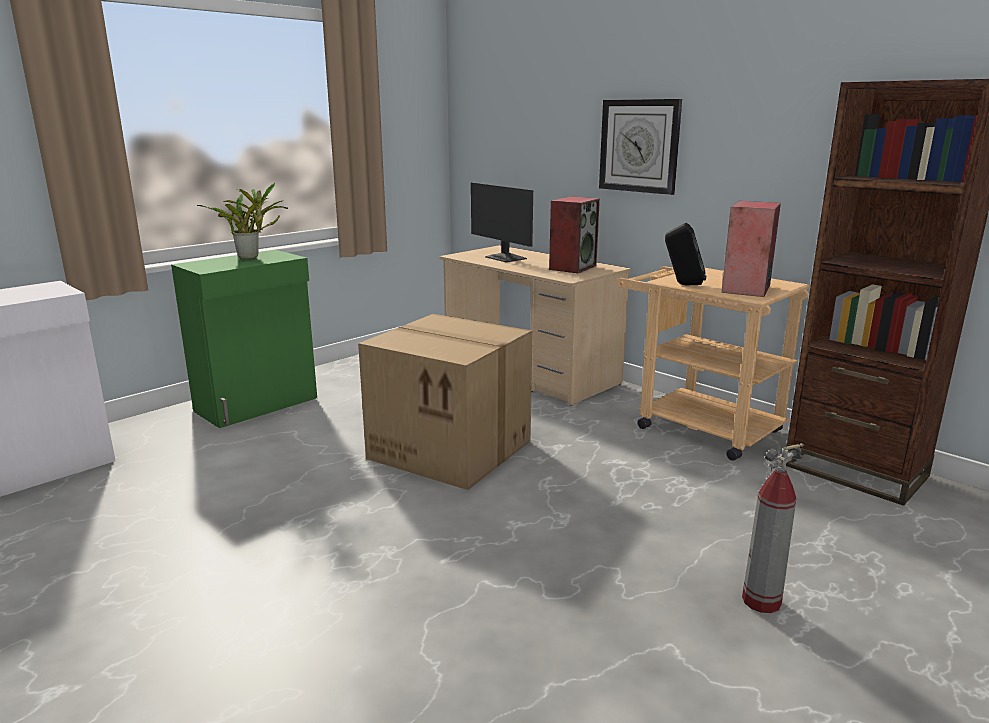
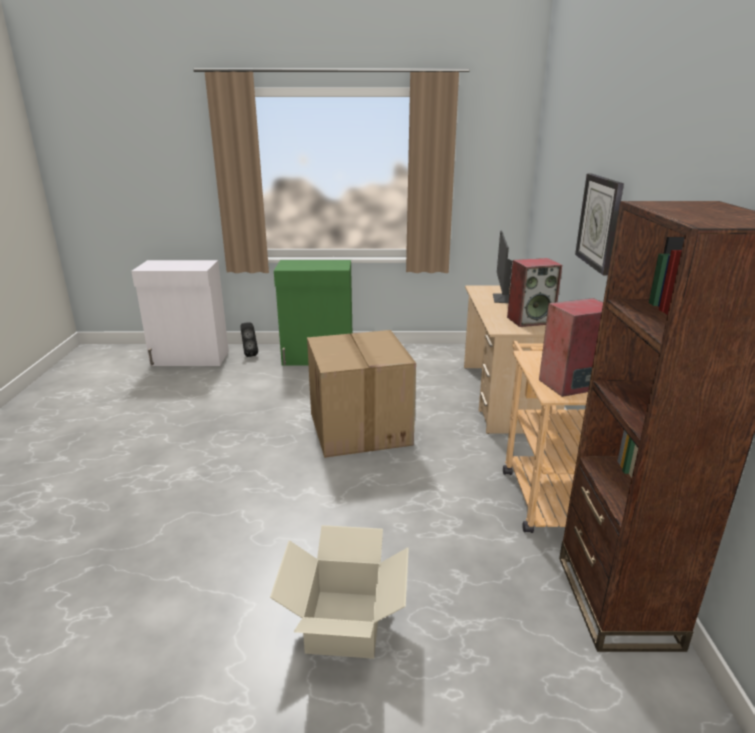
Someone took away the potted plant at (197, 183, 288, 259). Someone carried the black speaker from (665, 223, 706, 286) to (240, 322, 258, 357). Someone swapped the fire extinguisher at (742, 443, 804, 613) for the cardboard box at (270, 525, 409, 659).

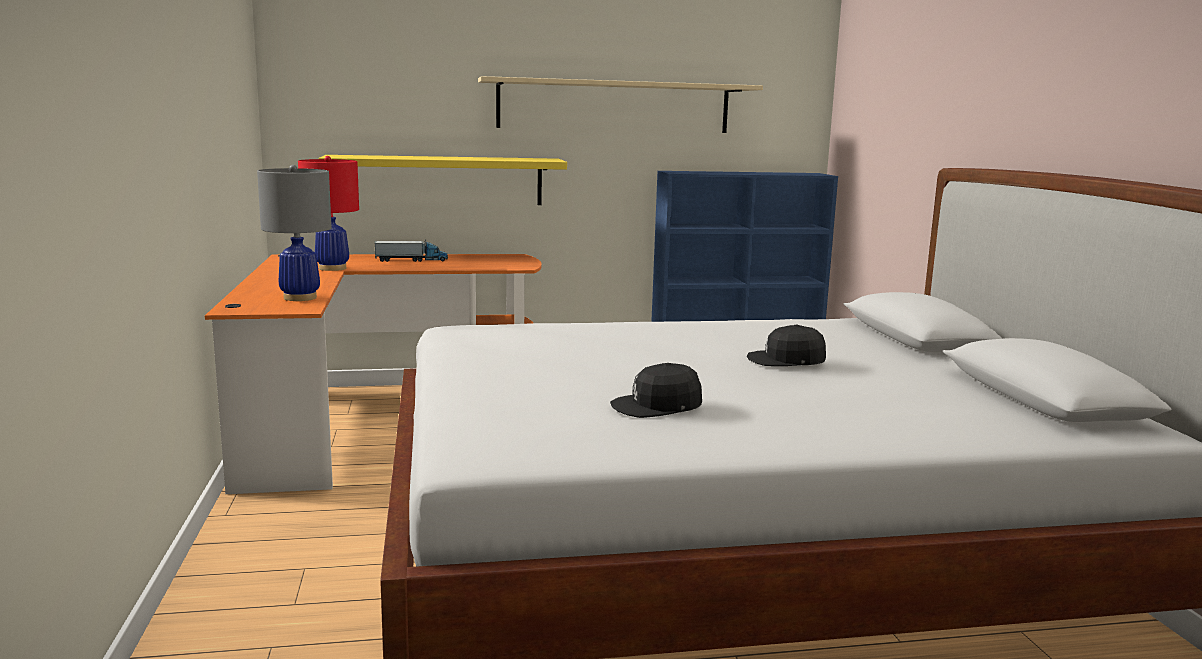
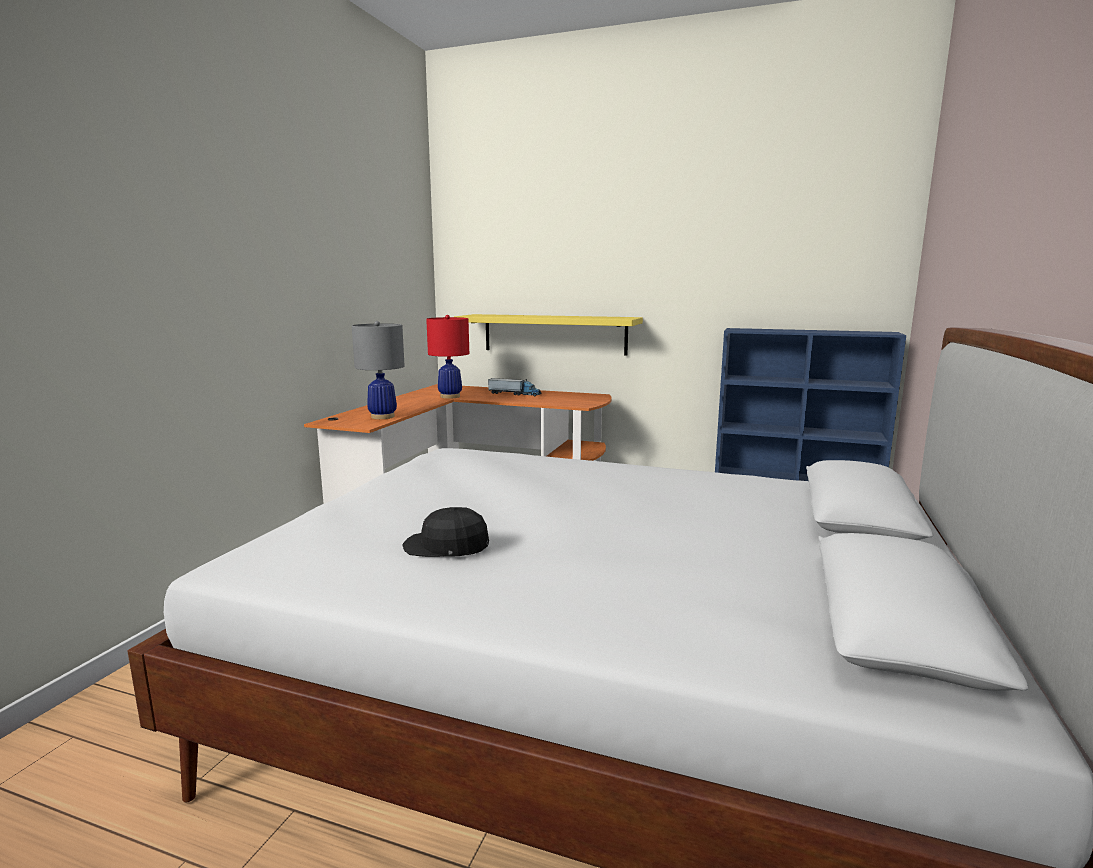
Someone took away the beige shelf at (478, 76, 763, 133). Someone took away the black cap at (747, 324, 826, 366).

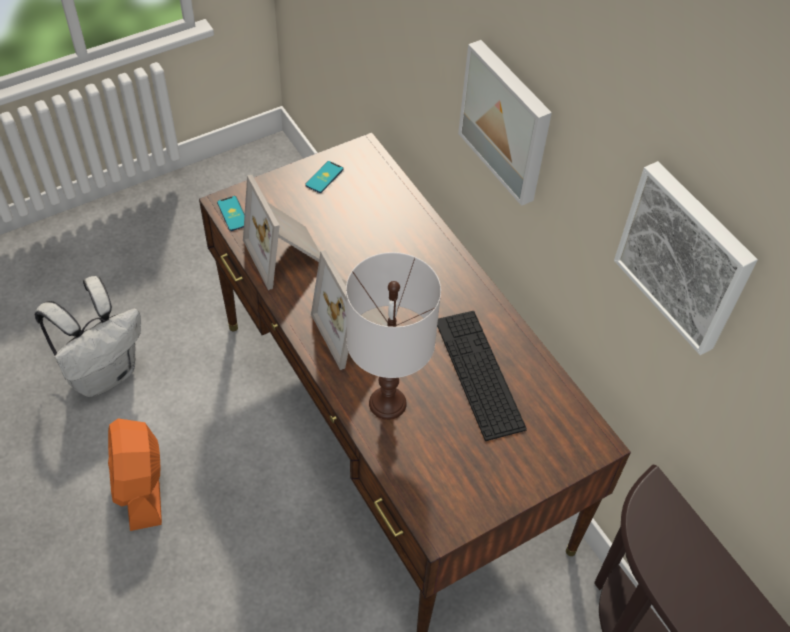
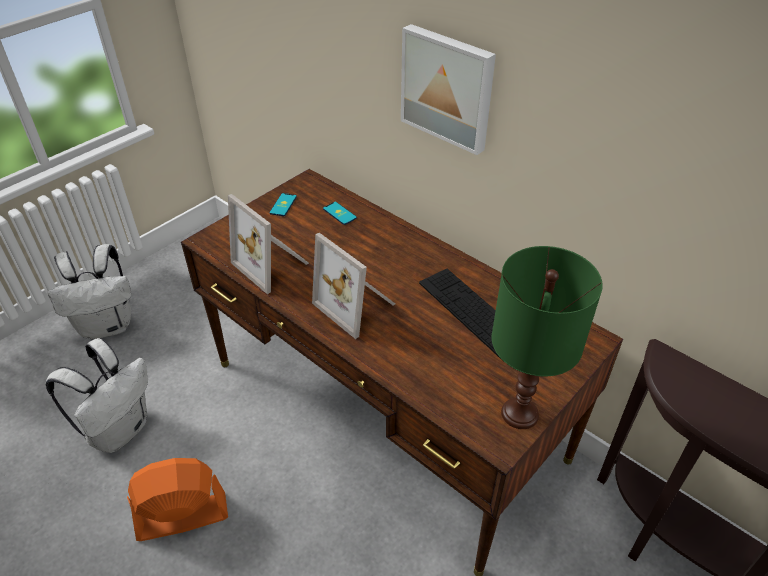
Someone rotated the orange fan at (108, 419, 162, 531) by 105 degrees clockwise. Someone carried the phone from (217, 196, 245, 231) to (323, 202, 357, 225). Someone took away the white table lamp at (346, 252, 441, 420). Someone took away the picture at (614, 161, 758, 355). Someone put down the white backpack at (48, 244, 131, 339). Someone put down the green table lamp at (491, 246, 603, 429).

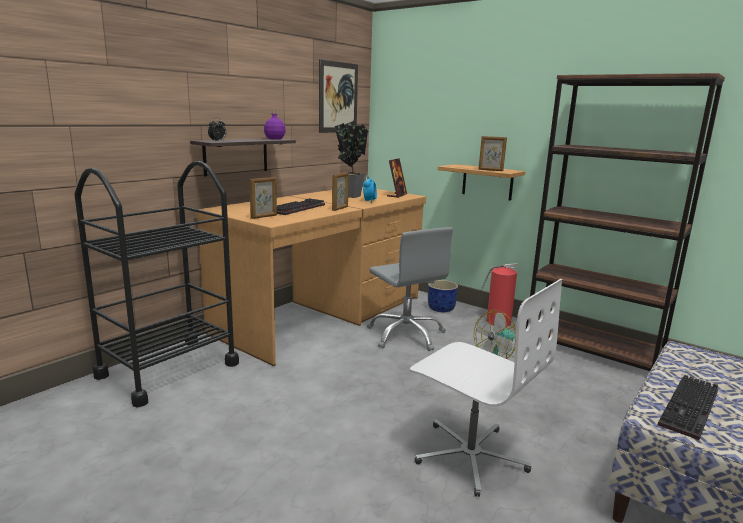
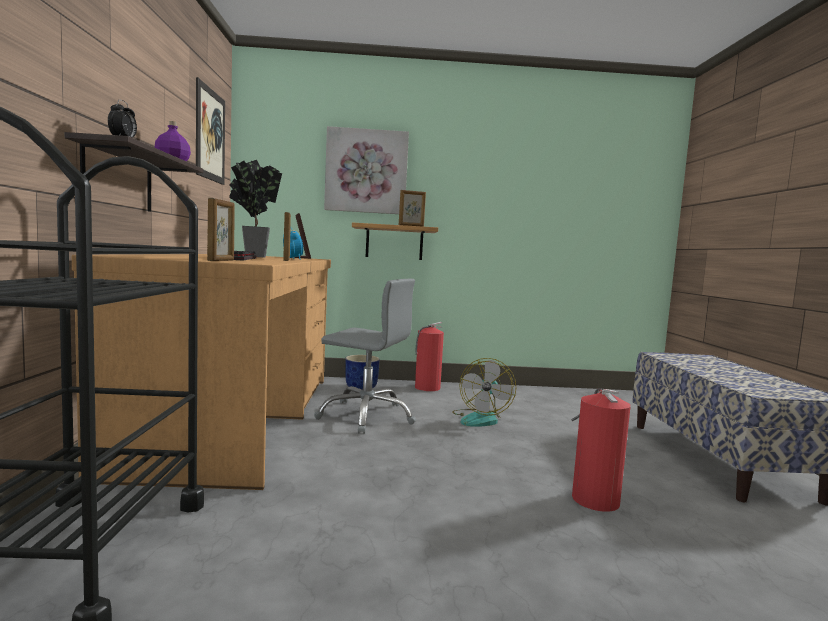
Someone swapped the white office chair at (410, 279, 562, 497) for the fire extinguisher at (571, 388, 631, 512). Someone took away the brown bookcase at (526, 73, 725, 371). Someone took away the keyboard at (658, 375, 718, 440). Someone put up the picture at (324, 126, 409, 214).

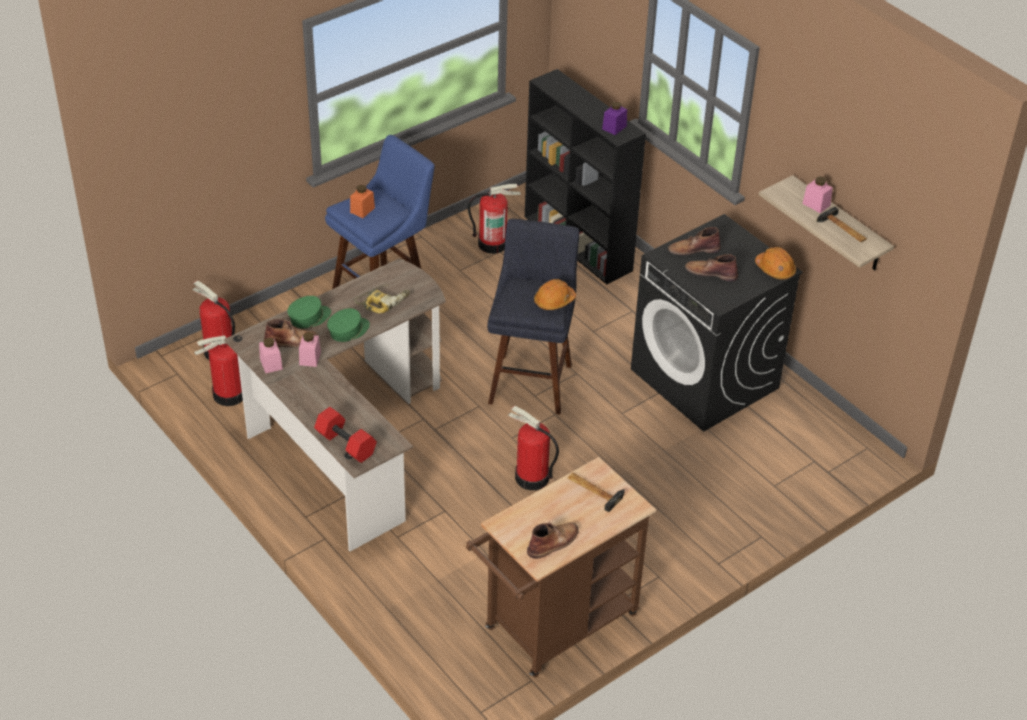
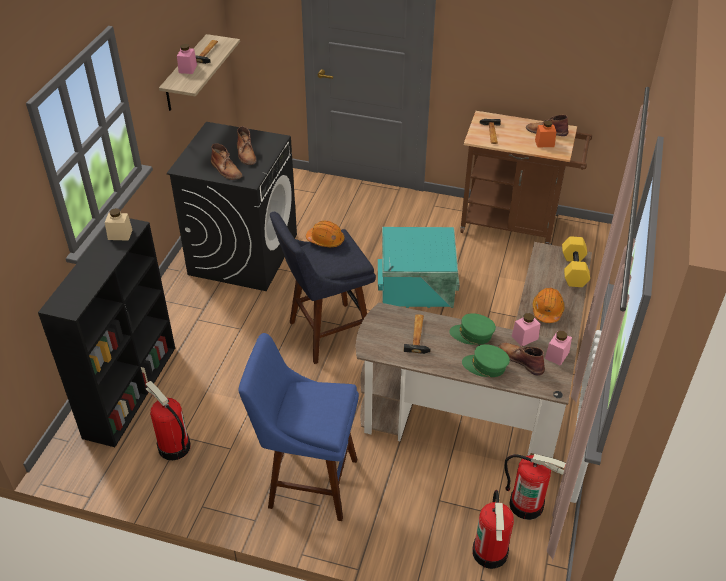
Someone repainted the red dumbbell at (314, 407, 377, 463), which became the yellow dumbbell at (562, 236, 590, 287). Someone carried the orange jar from (350, 185, 375, 218) to (535, 120, 556, 147). Someone swapped the power drill at (354, 285, 410, 313) for the hammer at (404, 314, 431, 354). Someone swapped the fire extinguisher at (508, 406, 559, 490) for the turquoise storage box at (378, 227, 459, 308). Someone repainted the purple jar at (602, 101, 627, 135), which became the beige jar at (105, 208, 132, 241). Someone carried the orange hard hat from (755, 247, 796, 280) to (532, 288, 565, 323).

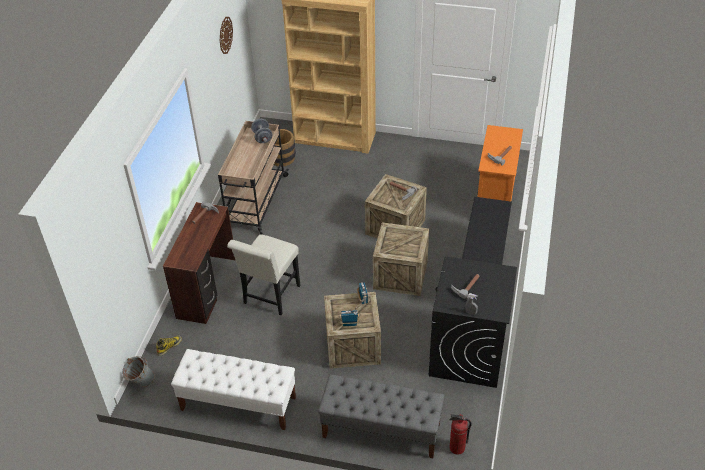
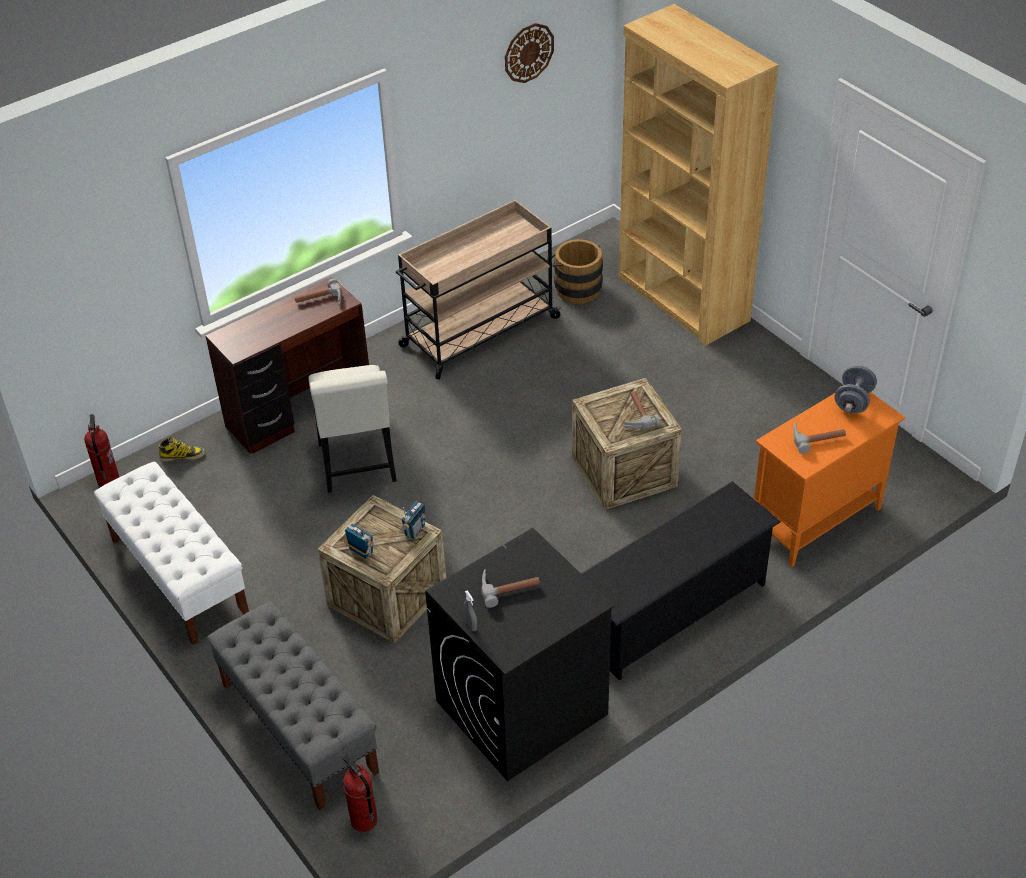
Someone swapped the grey bucket at (122, 356, 155, 387) for the fire extinguisher at (84, 414, 119, 487). Someone rotated the white chair at (227, 234, 300, 315) by 75 degrees counterclockwise. Someone carried the grey dumbbell from (251, 119, 272, 143) to (834, 365, 877, 414). Someone took away the crate at (373, 222, 429, 296).

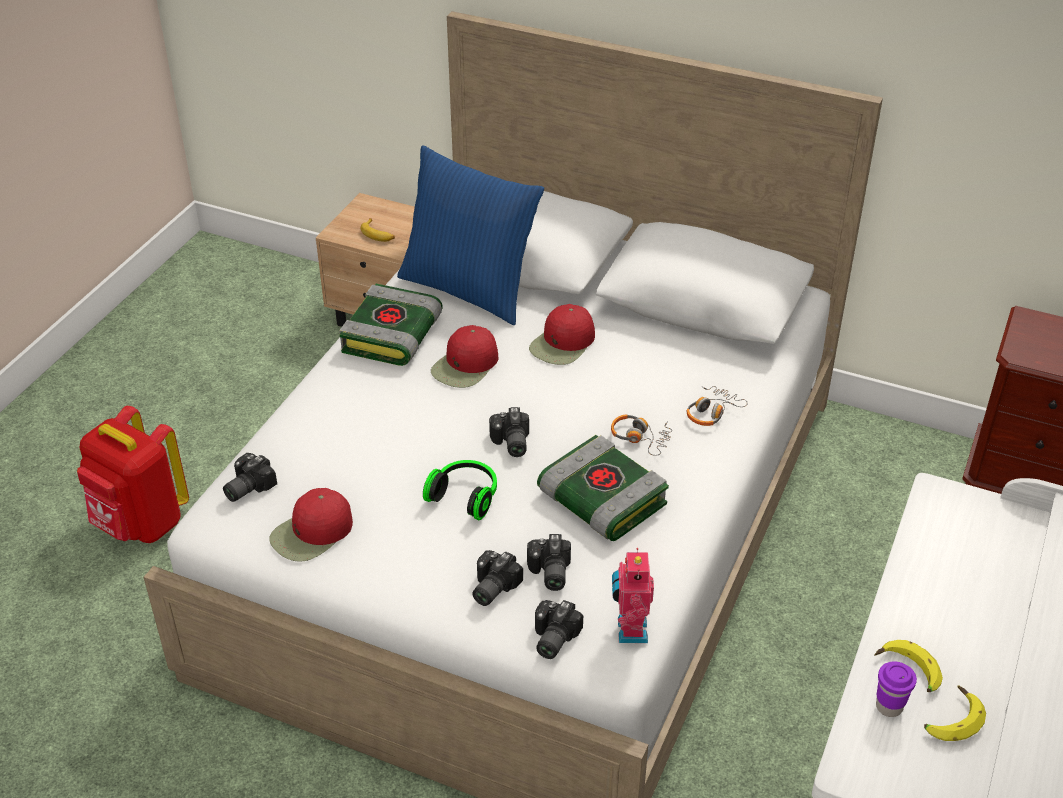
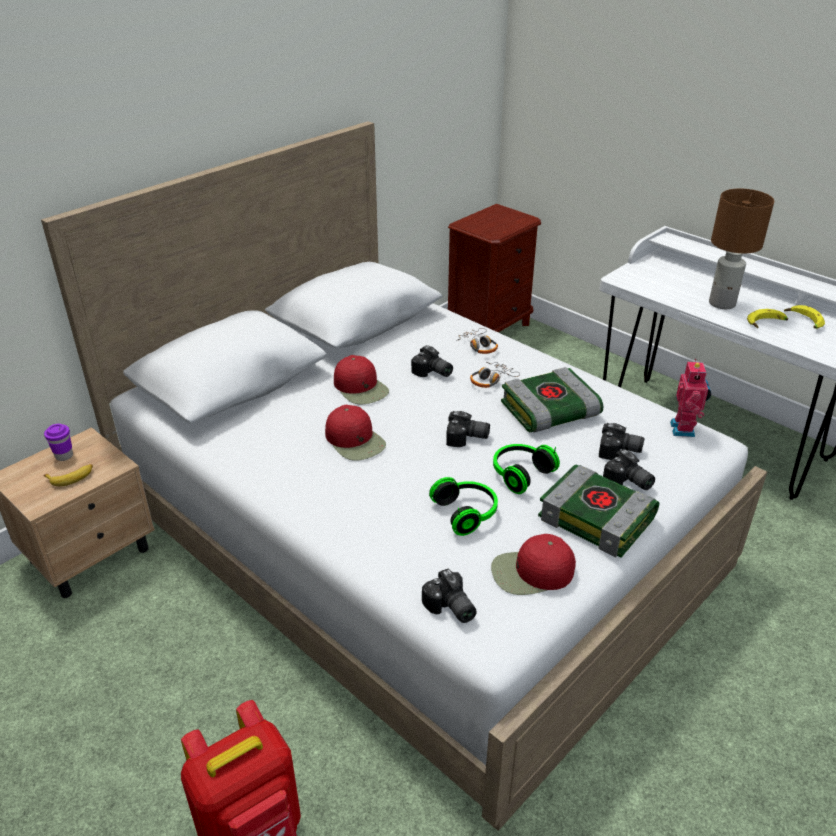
Someone rotated the red cap at (269, 488, 353, 562) by 105 degrees clockwise. Someone carried the book from (339, 284, 443, 366) to (538, 464, 659, 558). Someone took away the blue pillow at (397, 145, 544, 325). Someone carried the photo camera from (535, 600, 583, 659) to (411, 345, 453, 377). Someone rotated the toy robot at (612, 548, 654, 643) by 105 degrees counterclockwise. Someone carried the purple cup from (876, 662, 917, 717) to (44, 424, 73, 461). Someone put down the headphones at (429, 477, 498, 536). Someone put down the brown table lamp at (709, 189, 774, 309).

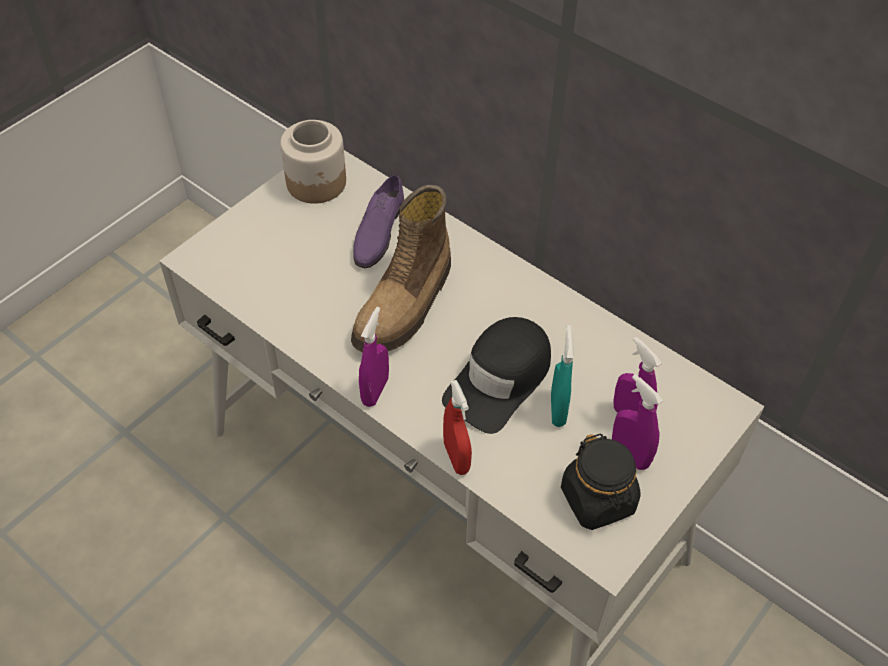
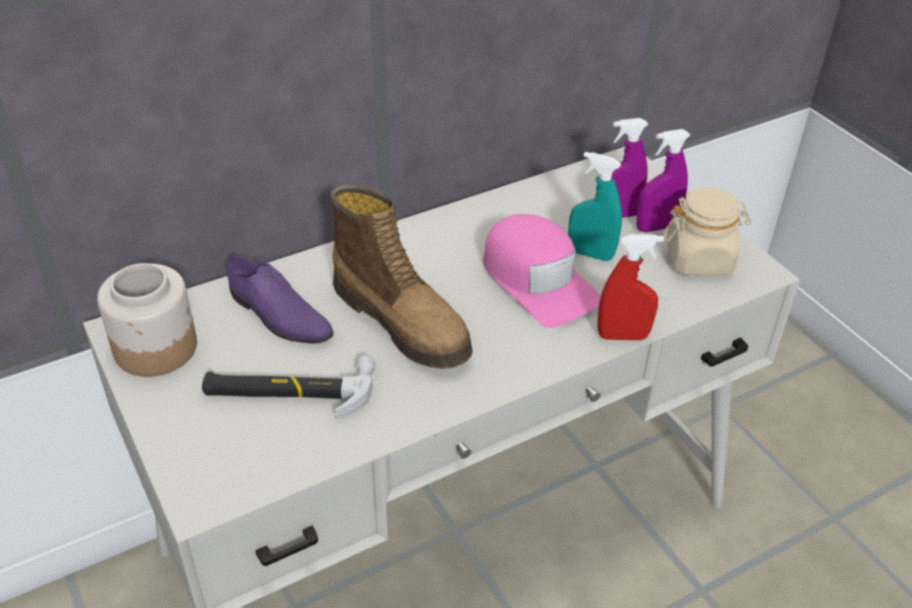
Someone took away the purple spray bottle at (359, 307, 389, 407). Someone repainted the black cap at (442, 317, 551, 434), which became the pink cap at (483, 214, 601, 328). Someone repainted the black jar at (561, 433, 641, 530), which became the beige jar at (663, 187, 752, 276). Someone put down the hammer at (202, 355, 375, 419).

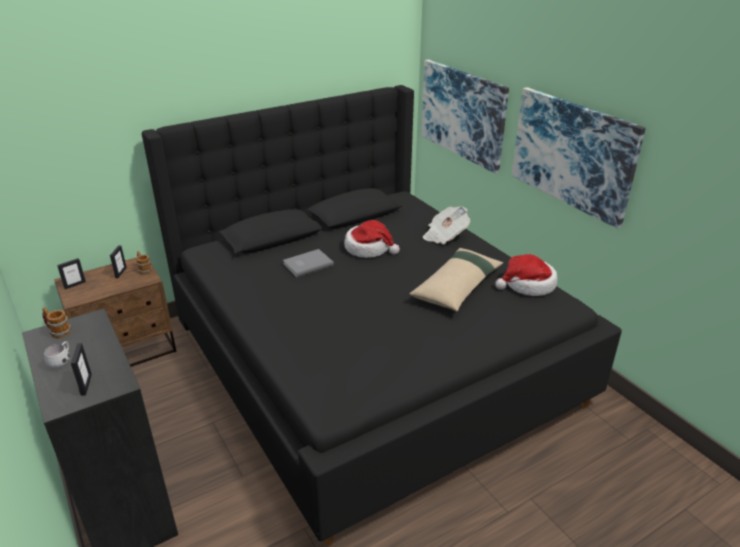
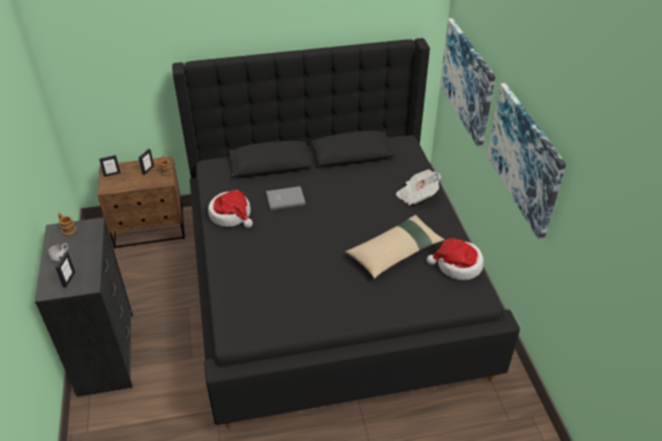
Someone carried the hat from (344, 220, 400, 258) to (208, 190, 253, 228).

